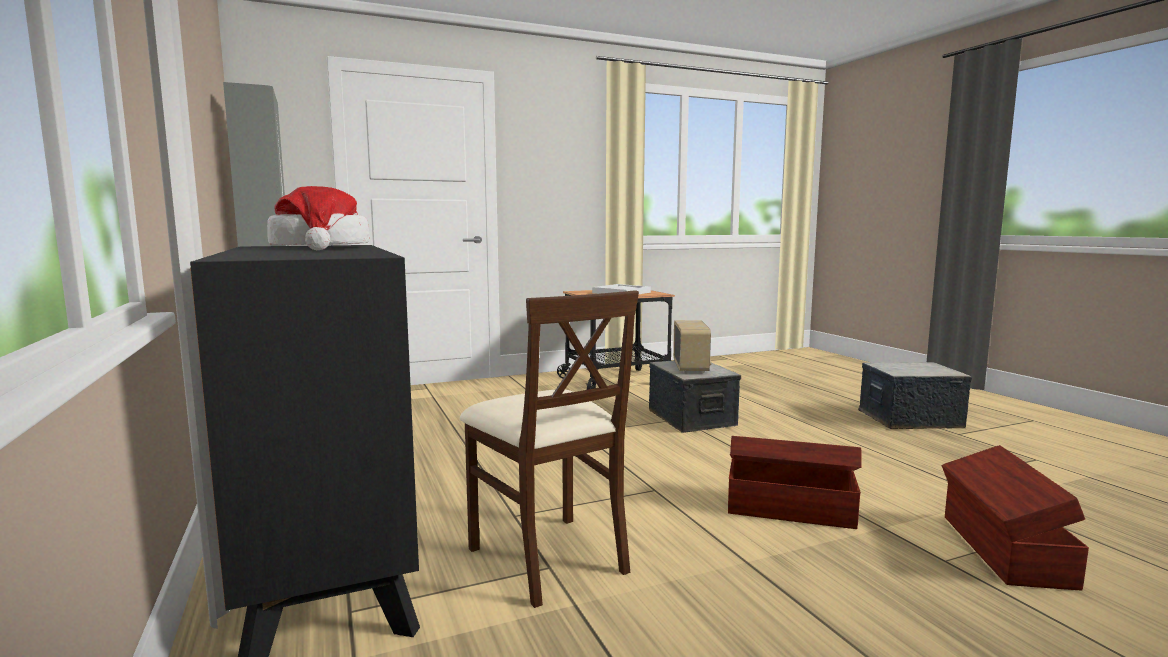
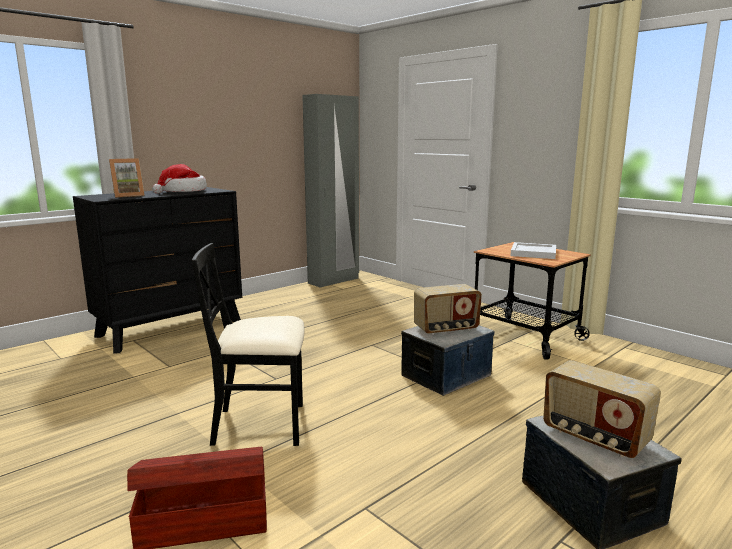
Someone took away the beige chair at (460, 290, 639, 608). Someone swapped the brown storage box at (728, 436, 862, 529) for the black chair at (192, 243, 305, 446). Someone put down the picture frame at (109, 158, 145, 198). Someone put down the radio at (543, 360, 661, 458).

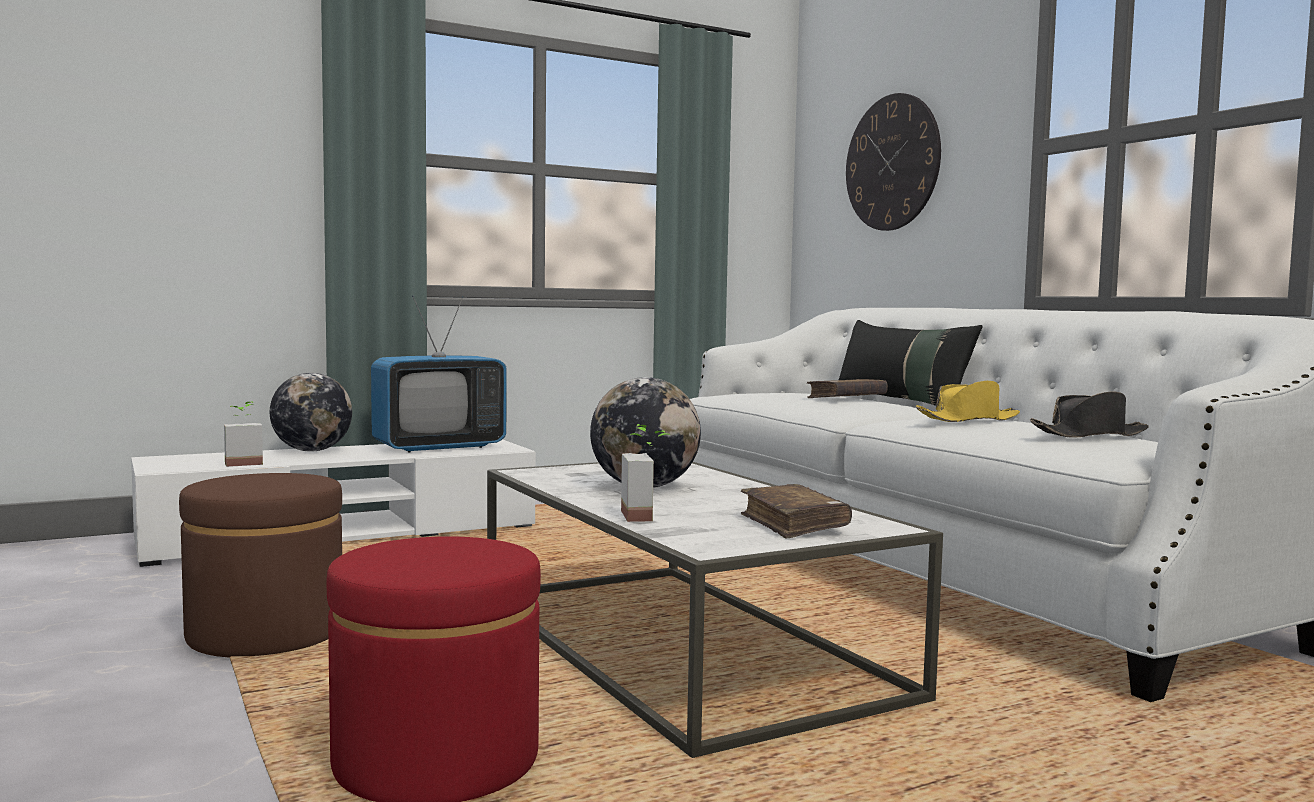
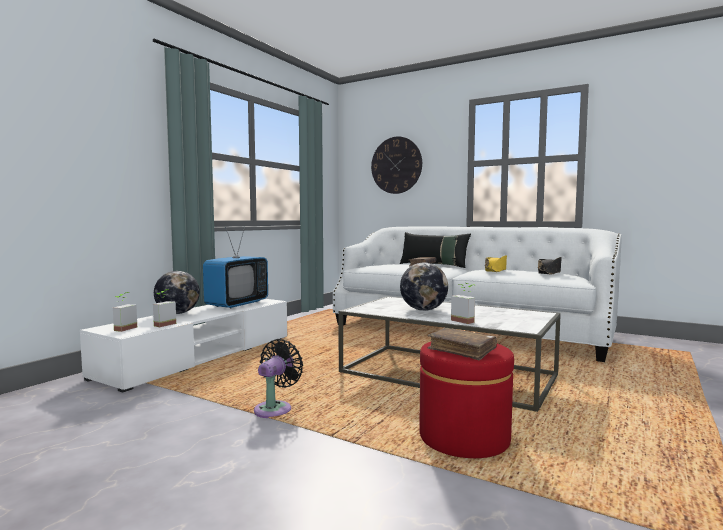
Someone swapped the brown ottoman at (179, 473, 342, 657) for the black fan at (254, 339, 303, 418). Someone carried the brown book from (741, 484, 852, 539) to (427, 328, 497, 360). Someone put down the potted plant at (113, 292, 137, 332).

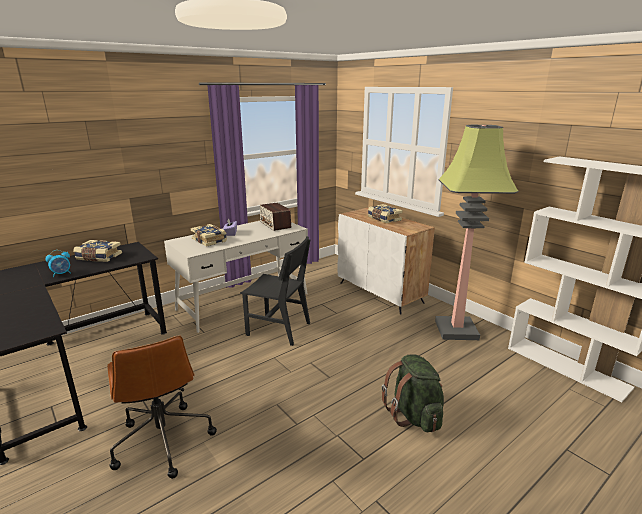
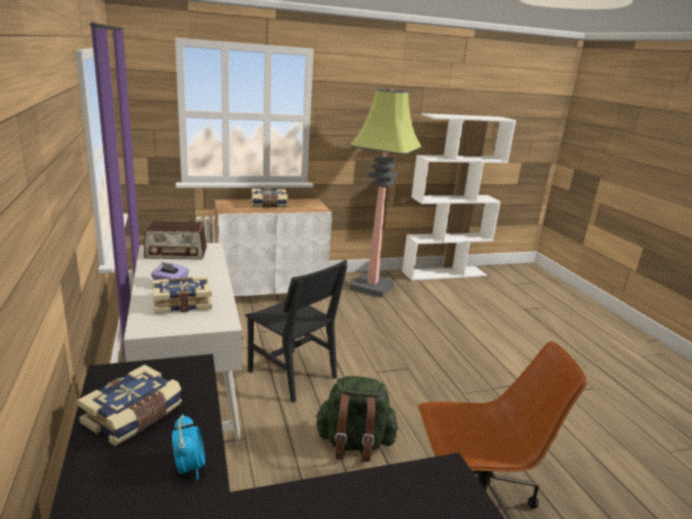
Someone rotated the black chair at (240, 237, 310, 346) by 90 degrees clockwise. Someone carried the green backpack from (382, 354, 444, 432) to (315, 376, 398, 462).

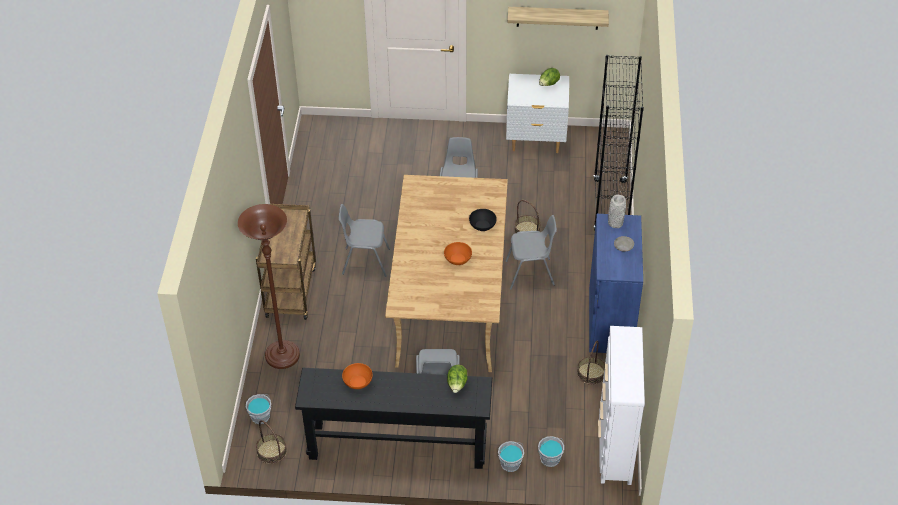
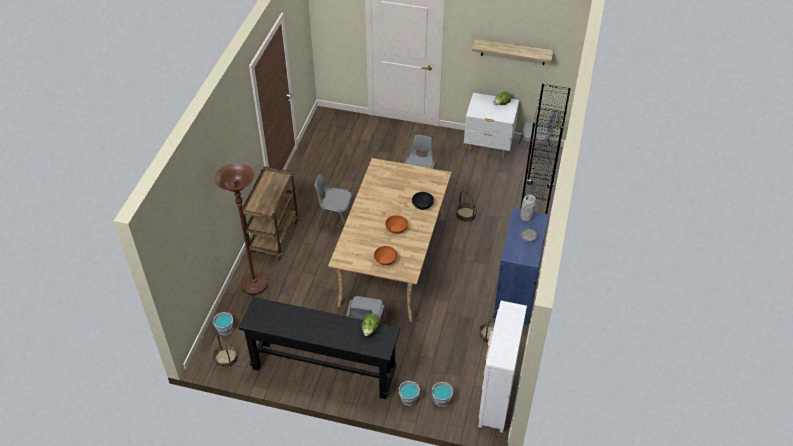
Someone carried the orange bowl from (342, 363, 373, 389) to (374, 246, 397, 265). Someone carried the grey chair from (505, 215, 557, 290) to (518, 110, 557, 163).

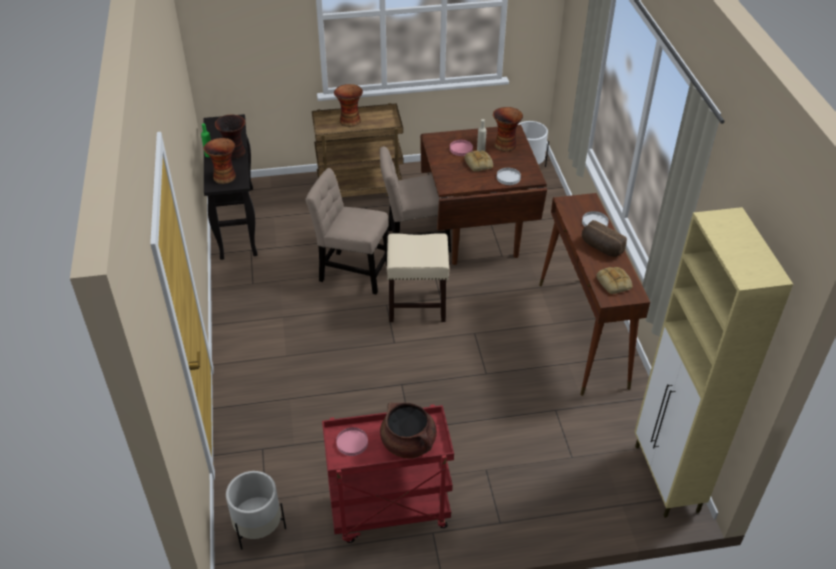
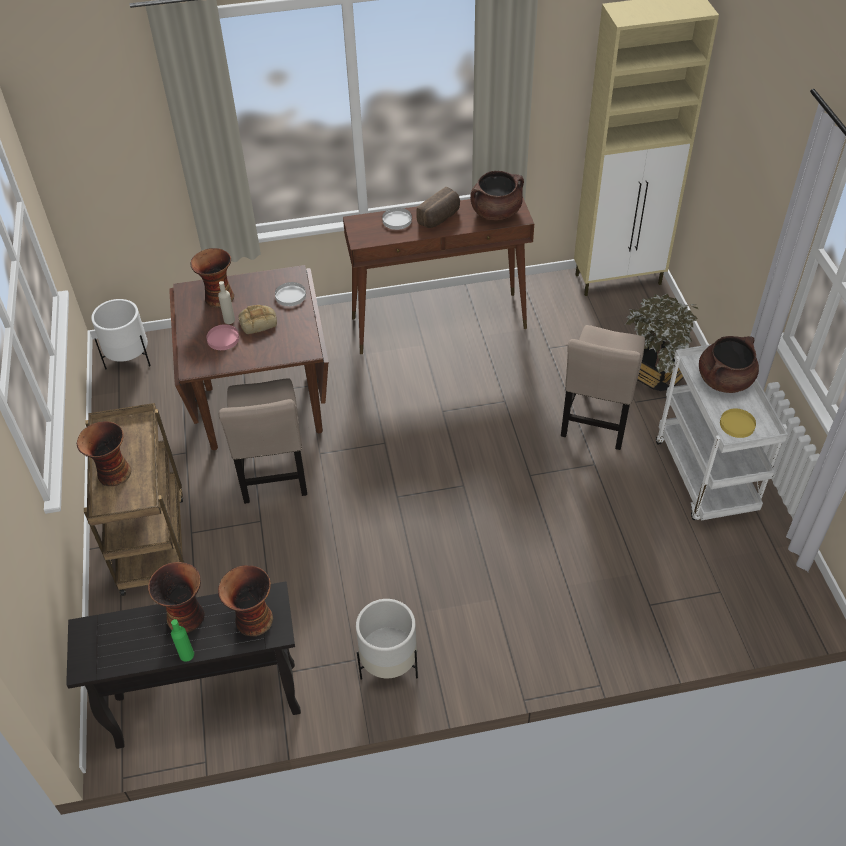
Someone carried the white planter from (226, 471, 286, 550) to (356, 599, 418, 680). Someone carried the beige chair from (305, 168, 389, 294) to (561, 325, 645, 450). Someone repainted the red cart at (322, 404, 454, 543), which became the white cart at (656, 344, 788, 520). Someone repainted the pink plate at (336, 427, 368, 456), which became the yellow plate at (720, 409, 756, 438). Someone took away the beige stool at (387, 233, 449, 322). Someone swapped the bread at (596, 267, 633, 294) for the brown cooking pot at (470, 171, 524, 220). Someone put down the potted plant at (625, 293, 698, 391).

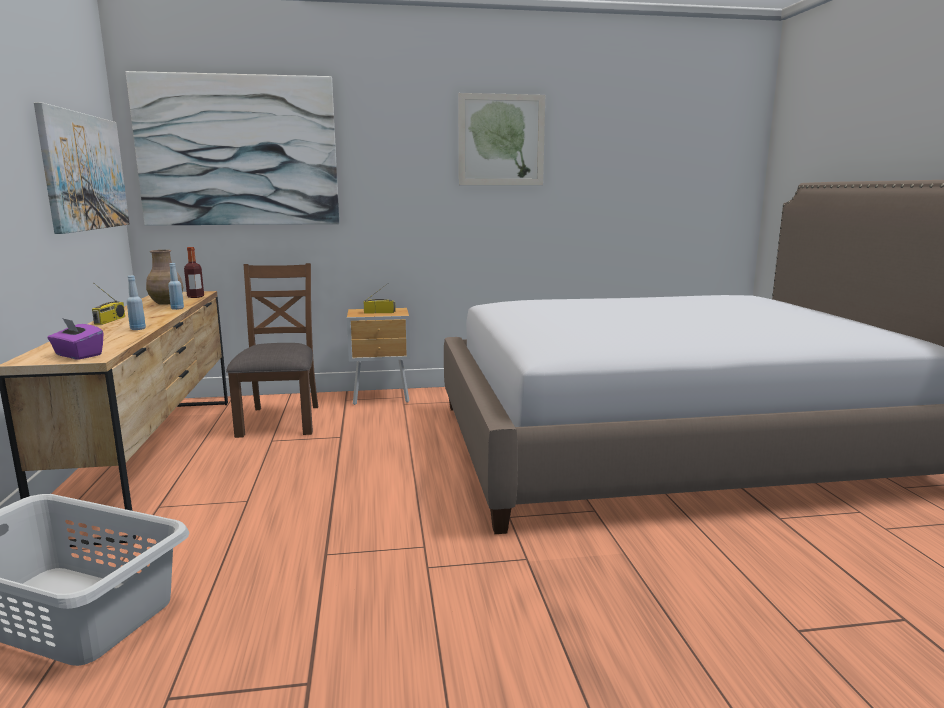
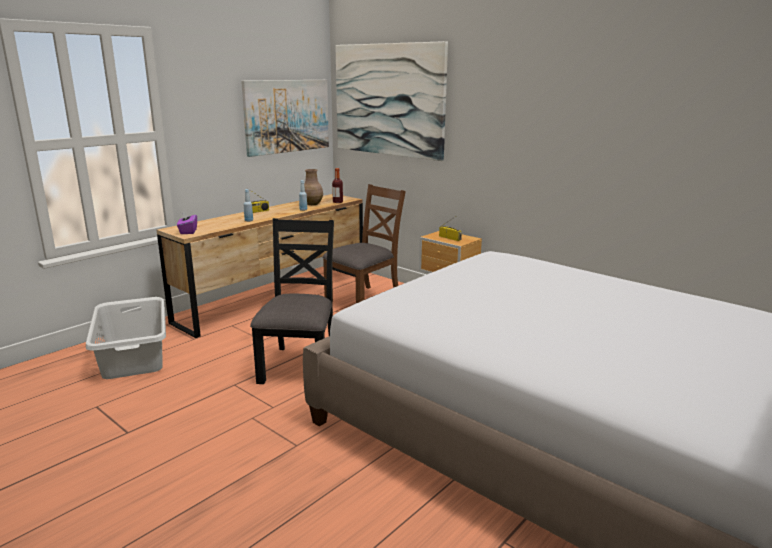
Someone took away the picture at (458, 93, 545, 185). Someone put down the black chair at (250, 218, 334, 384).

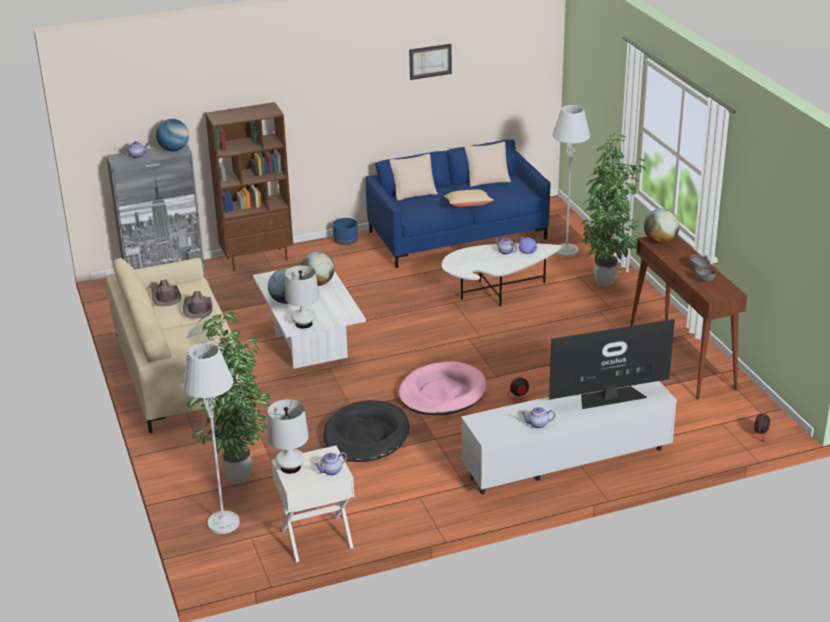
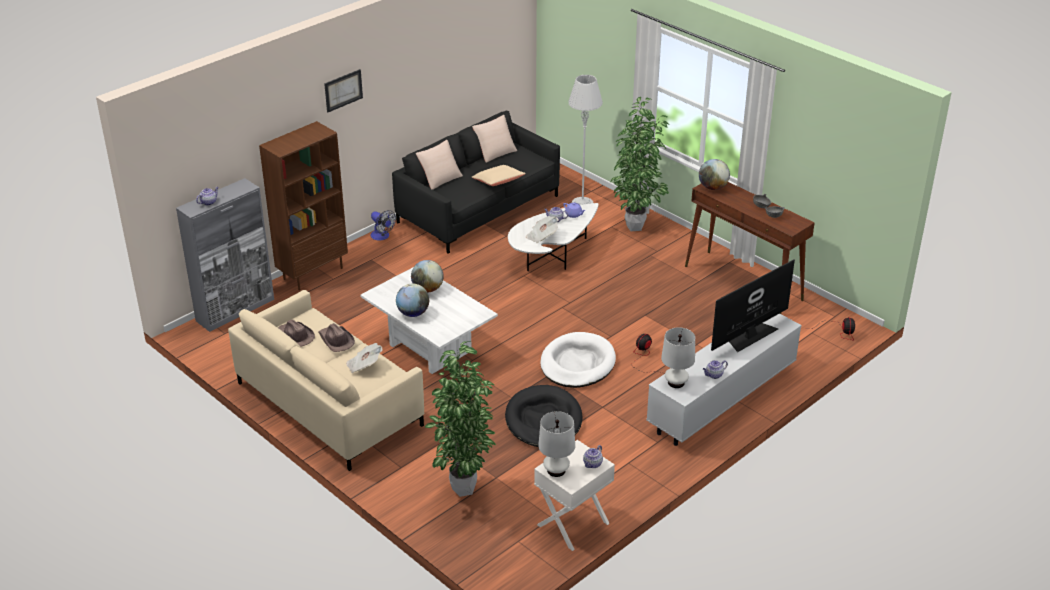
Someone took away the globe at (156, 119, 189, 151). Someone took away the grey floor lamp at (181, 343, 240, 534). Someone carried the white table lamp from (285, 265, 319, 329) to (661, 327, 695, 388). Someone swapped the blue planter at (333, 218, 358, 245) for the fan at (370, 210, 396, 241). Someone repainted the blue sofa at (366, 139, 550, 268), which became the black sofa at (392, 111, 560, 254). Someone repainted the pink dog bed at (398, 362, 487, 415), which became the white dog bed at (540, 332, 616, 388). Someone carried the picture from (409, 44, 452, 80) to (324, 69, 363, 112). Someone put down the newspaper at (526, 216, 559, 243).

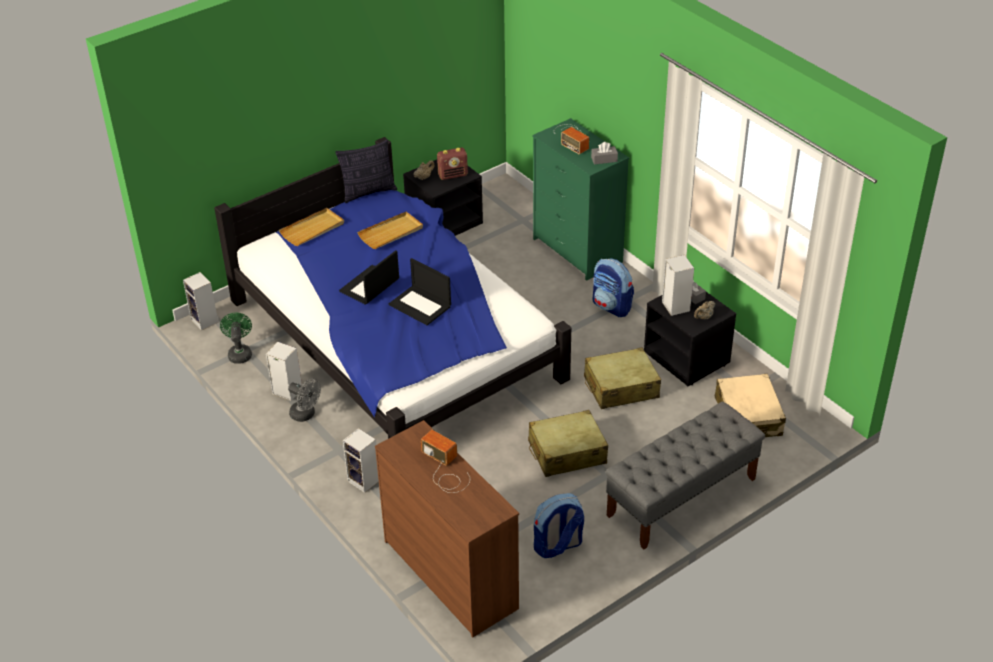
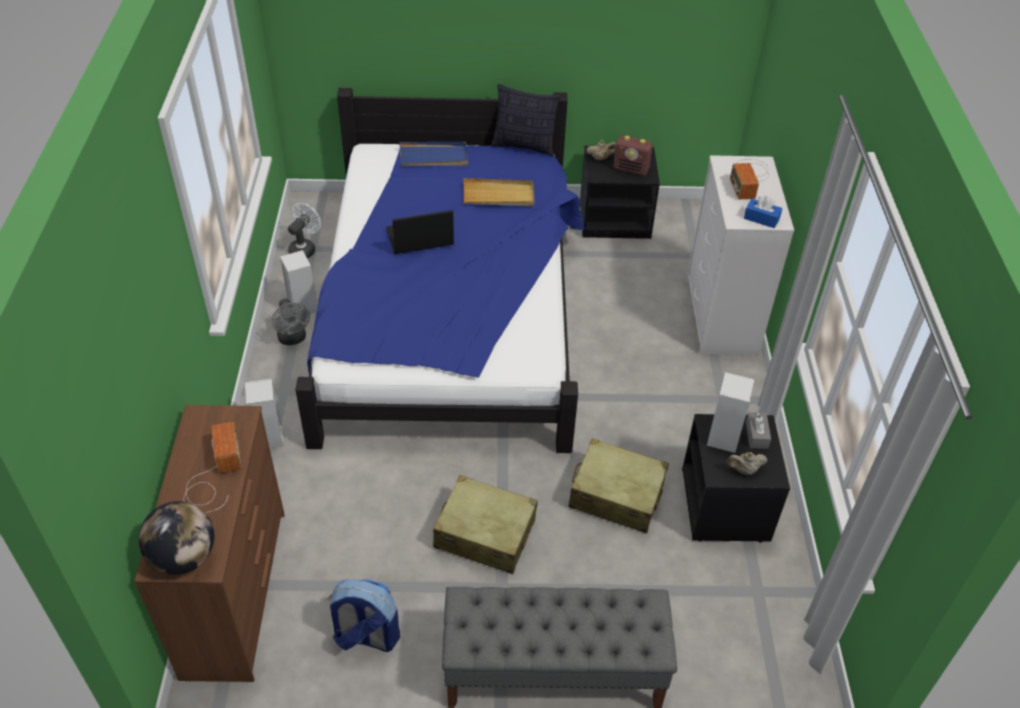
Someone took away the speaker at (183, 272, 218, 331). Someone repainted the green fan at (220, 313, 252, 364), which became the white fan at (288, 203, 321, 258). Someone repainted the beige tray at (279, 208, 344, 246), which became the blue tray at (399, 142, 468, 166). Someone took away the laptop at (389, 258, 451, 325). Someone repainted the green dresser at (532, 118, 629, 281), which became the white dresser at (686, 155, 794, 355). Someone repainted the grey tissue box at (591, 142, 618, 165), which became the blue tissue box at (744, 196, 782, 228). Someone took away the backpack at (593, 258, 634, 317). Someone took away the beige suitcase at (715, 374, 786, 437). Someone put down the globe at (139, 501, 214, 575).

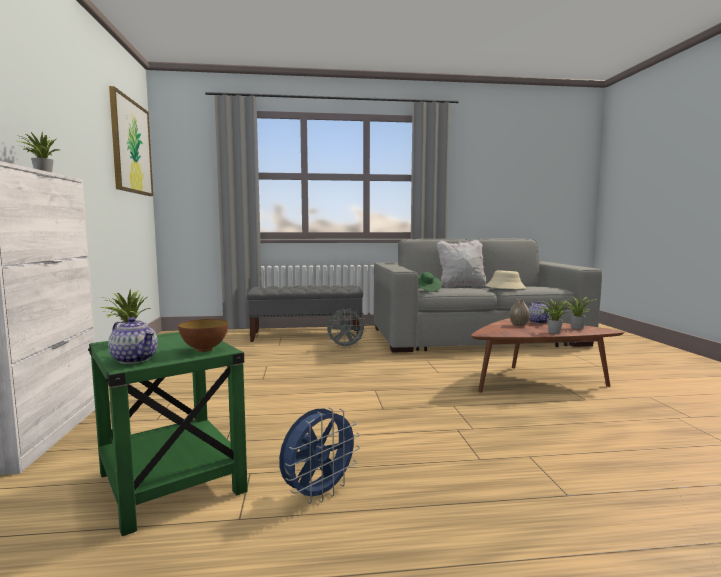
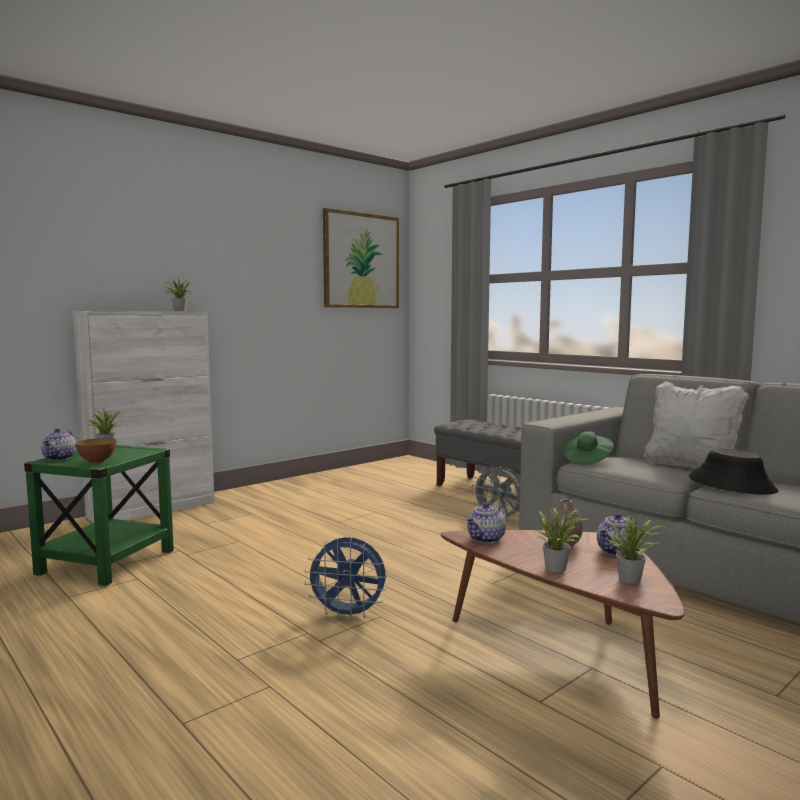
Someone carried the blue fan from (279, 408, 360, 504) to (304, 537, 387, 621). Someone repainted the beige hat at (485, 271, 526, 289), which became the black hat at (689, 449, 779, 495). Someone put down the teapot at (466, 502, 506, 543).

